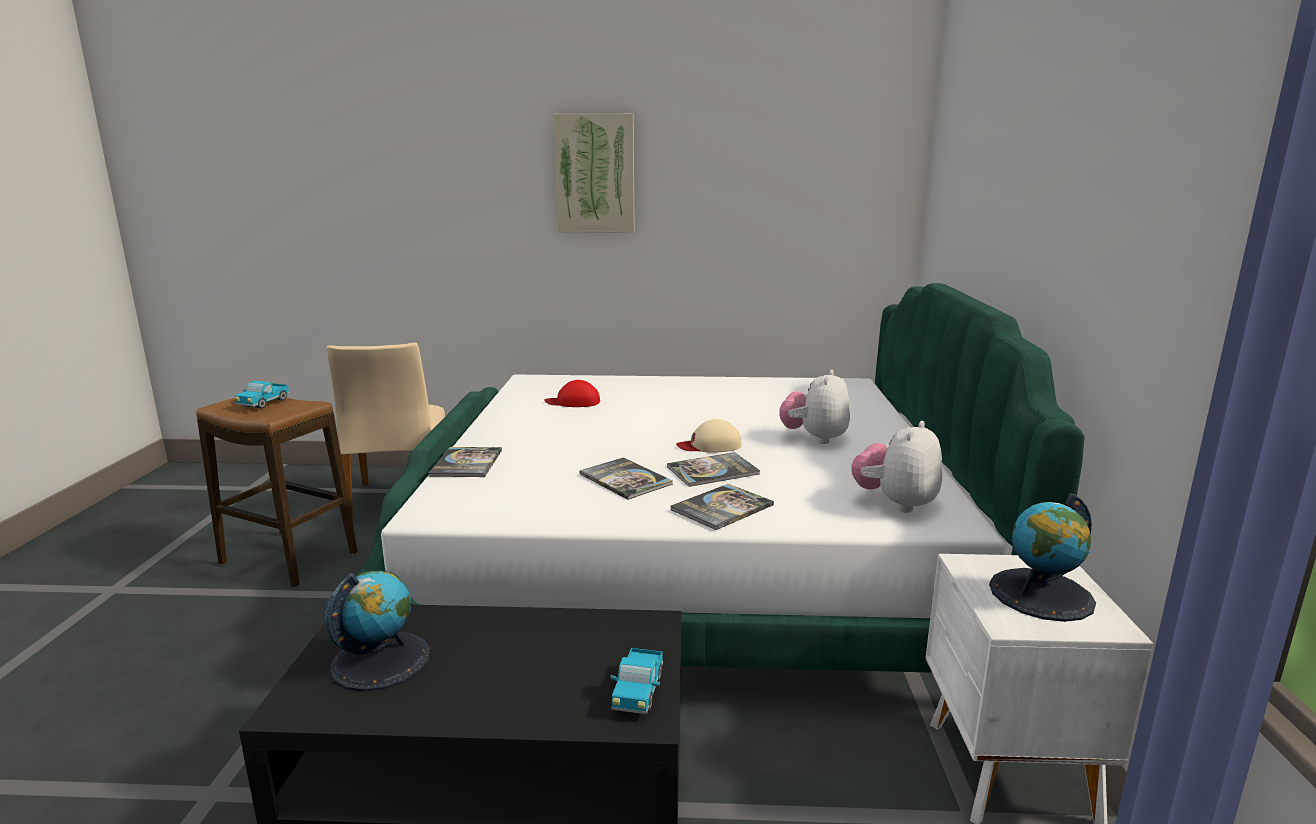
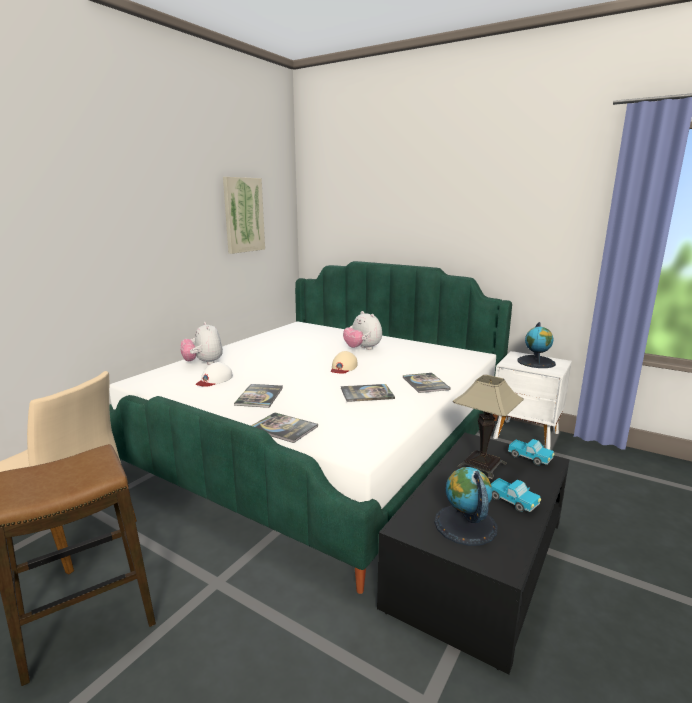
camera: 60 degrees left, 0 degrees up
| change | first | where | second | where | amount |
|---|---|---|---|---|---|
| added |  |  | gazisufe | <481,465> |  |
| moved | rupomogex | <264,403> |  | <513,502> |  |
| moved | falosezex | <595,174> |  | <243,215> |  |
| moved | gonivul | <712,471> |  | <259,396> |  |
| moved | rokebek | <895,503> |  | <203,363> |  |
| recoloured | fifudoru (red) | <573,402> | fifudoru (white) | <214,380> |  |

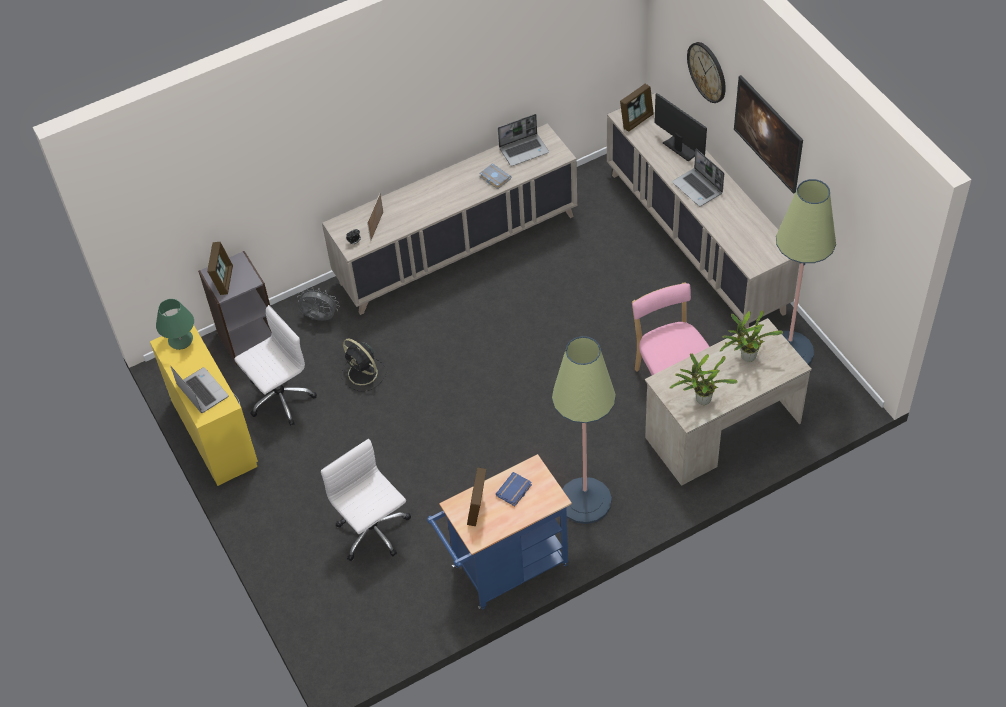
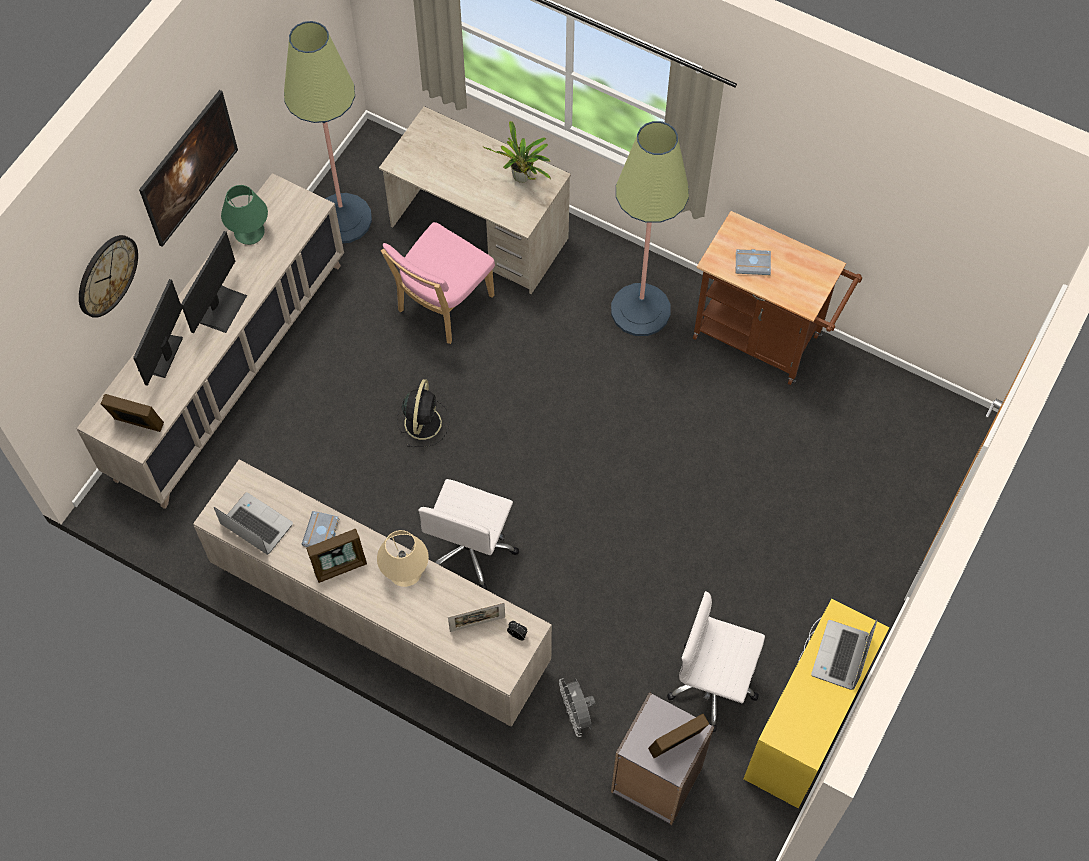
camera: 125 degrees left, 10 degrees up
| change | first | where | second | where | amount |
|---|---|---|---|---|---|
| removed | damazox | <746,357> |  |  |  |
| added |  |  | gazisufe (beige) | <405,572> |  |
| moved | gazisufe (green) | <181,340> |  | <249,232> |  |
| moved | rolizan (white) | <373,532> |  | <471,549> |  |
| moved | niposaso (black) | <364,374> |  | <423,421> |  |
| moved | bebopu | <477,508> |  | <340,566> |  |
| replaced | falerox | <698,188> | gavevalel | <222,308> |  |
| recoloured | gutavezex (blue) | <504,570> | gutavezex (brown) | <764,339> |  |
| recoloured | gonivul (blue) | <514,491> | gonivul (grey) | <753,263> |  |

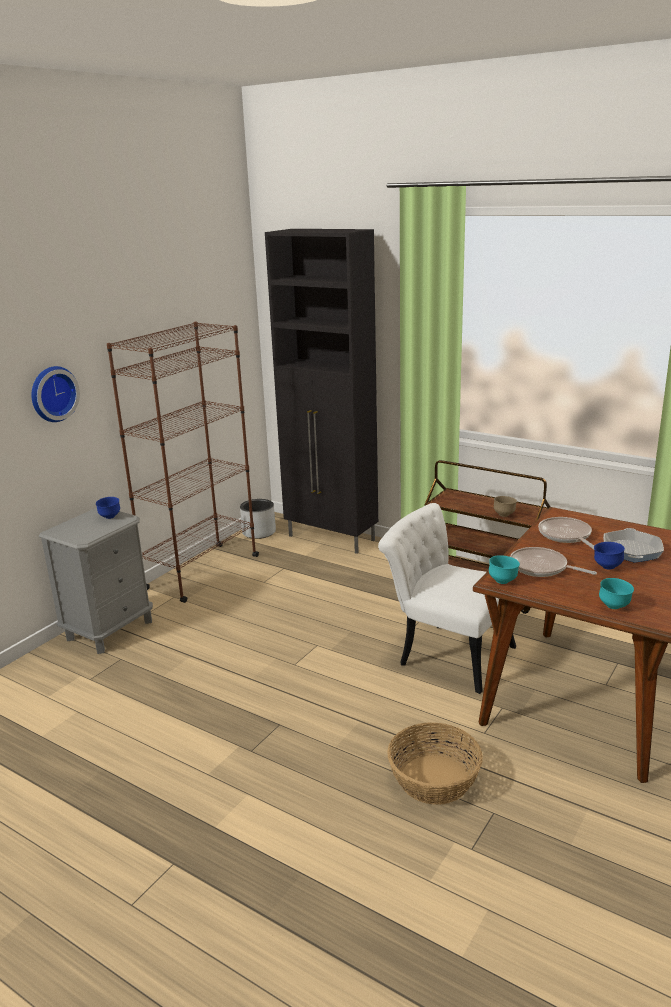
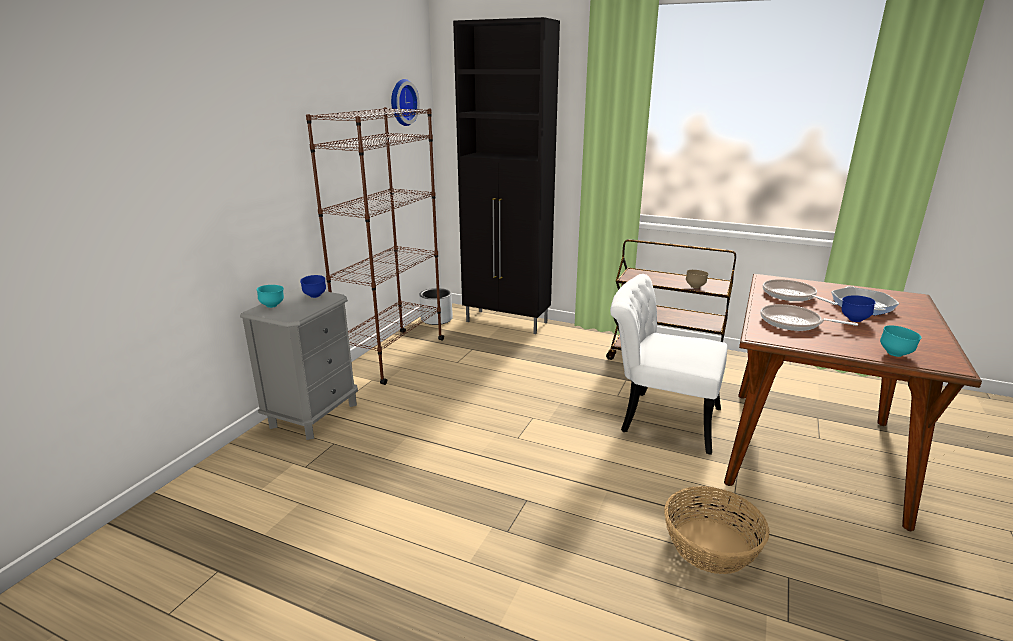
camera: 10 degrees left, 0 degrees up
| change | first | where | second | where | amount |
|---|---|---|---|---|---|
| moved | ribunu | <52,393> |  | <401,102> |  |
| moved | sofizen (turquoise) | <503,581> |  | <272,306> |  |

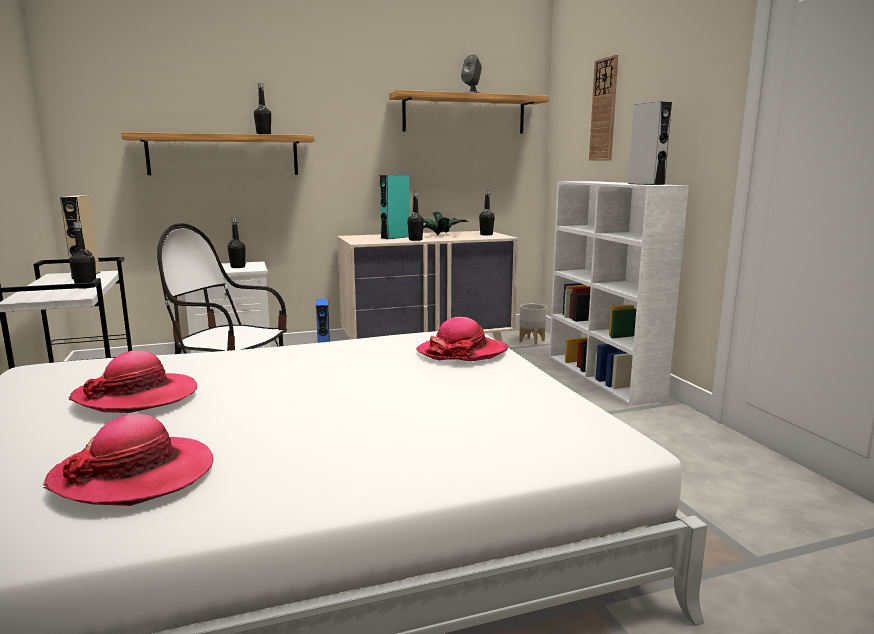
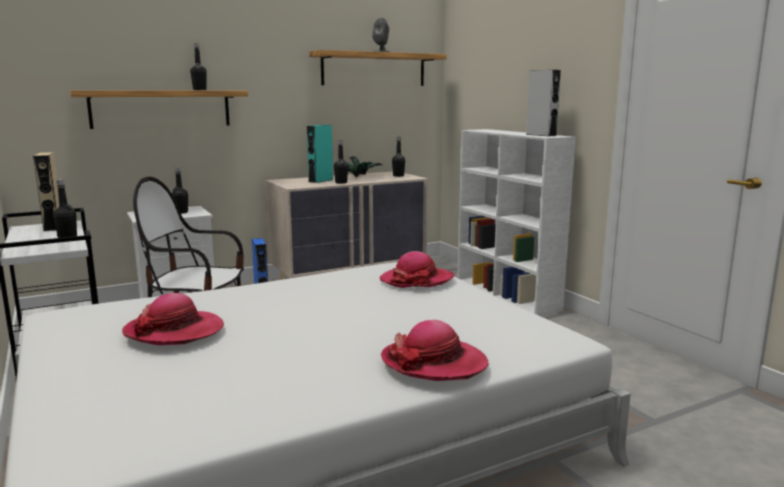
camera: 10 degrees left, 0 degrees up
| change | first | where | second | where | amount |
|---|---|---|---|---|---|
| removed | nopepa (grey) | <532,341> |  |  |  |
| removed | ribunu | <604,110> |  |  |  |
| moved | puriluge | <135,475> |  | <434,363> |  |

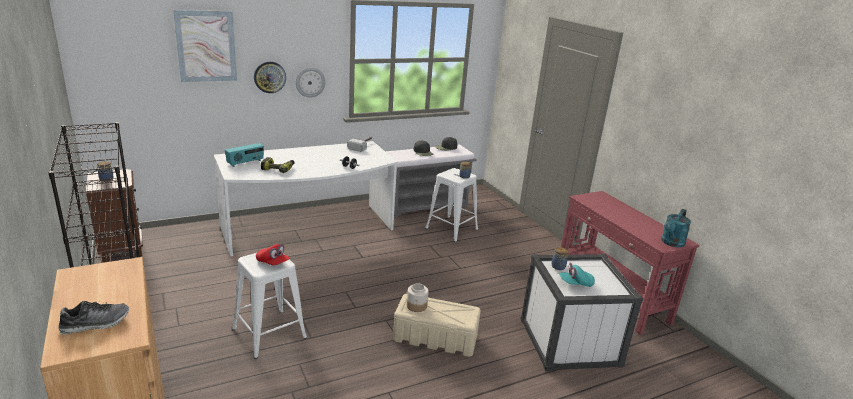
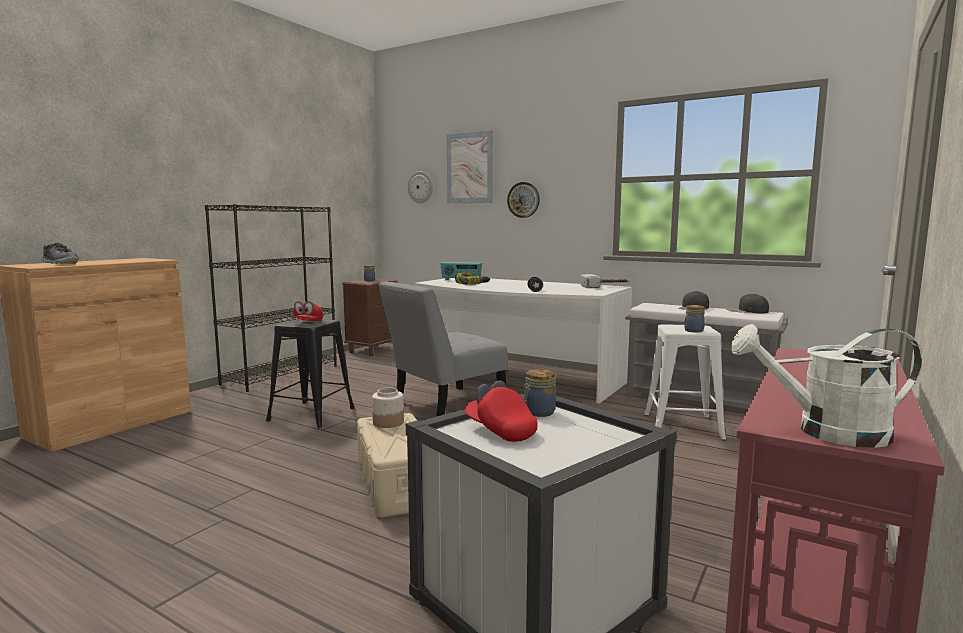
camera: 60 degrees right, 15 degrees down
| change | first | where | second | where | amount |
|---|---|---|---|---|---|
| added |  |  | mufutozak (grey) | <444,405> |  |
| moved | ribunu | <310,82> |  | <420,187> |  |
| recoloured | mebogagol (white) | <269,333> | mebogagol (black) | <311,414> |  |
| recoloured | fifudoru (turquoise) | <575,283> | fifudoru (red) | <500,431> |  |
| recoloured | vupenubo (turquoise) | <671,243> | vupenubo (white) | <826,432> |  |

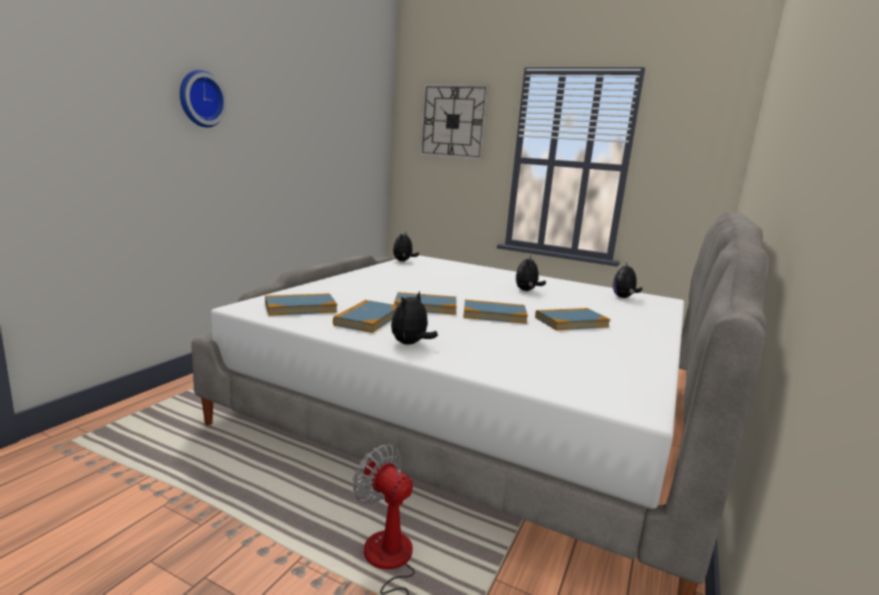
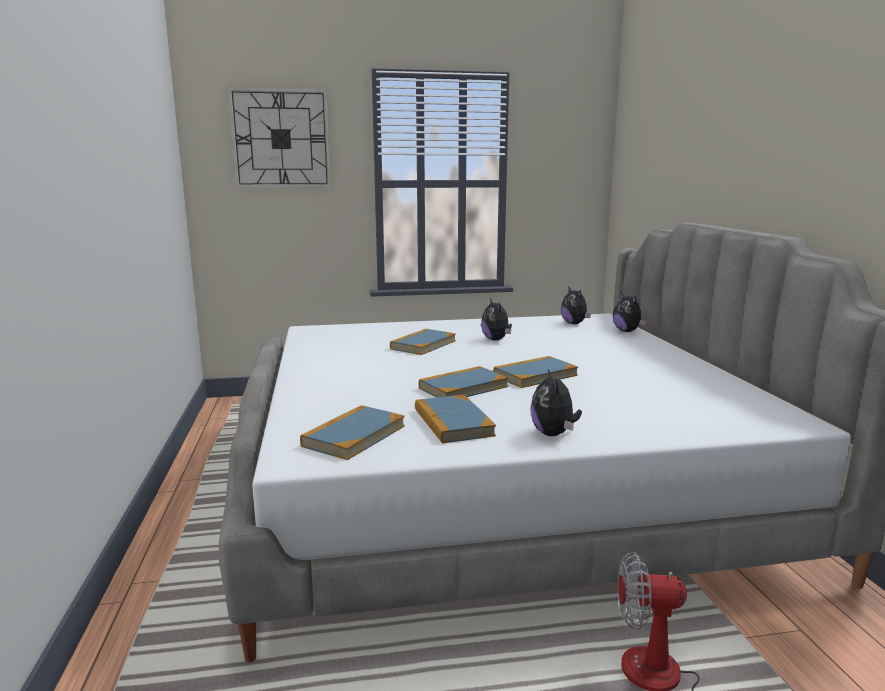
camera: 35 degrees left, 0 degrees up
| change | first | where | second | where | amount |
|---|---|---|---|---|---|
| removed | ribunu | <200,99> |  |  |  |
| moved | rokebek | <403,261> |  | <627,331> |  |
| moved | gonivul | <571,322> |  | <423,345> |  |

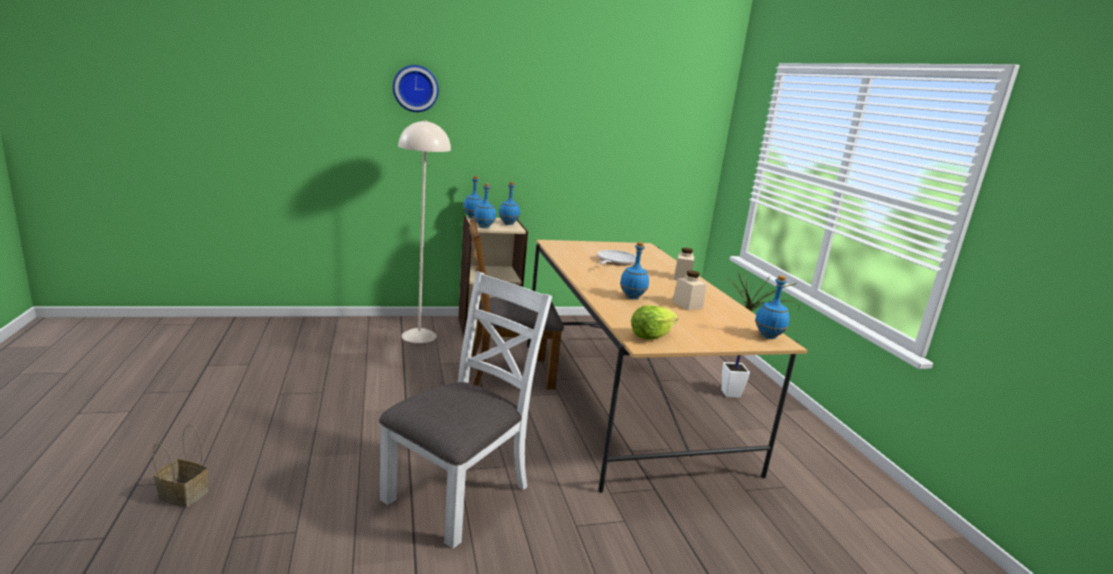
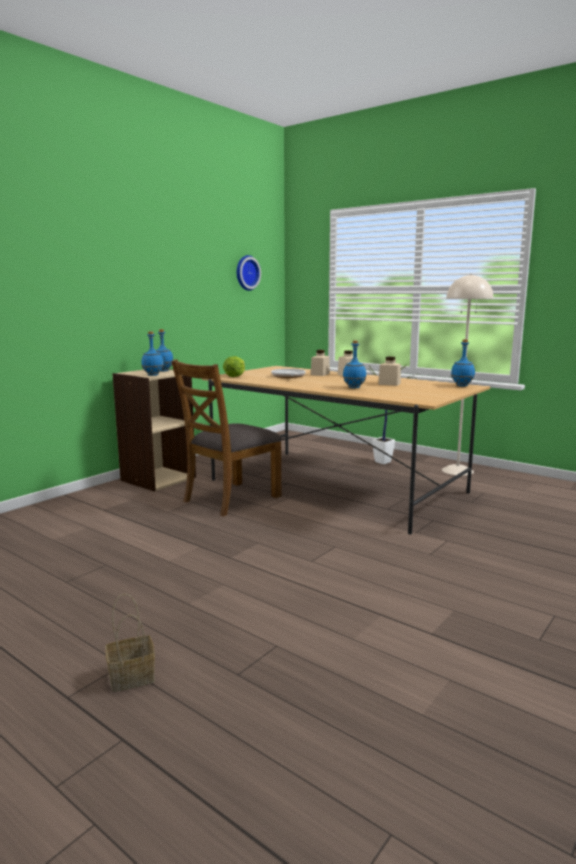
camera: 35 degrees left, 5 degrees down
| change | first | where | second | where | amount |
|---|---|---|---|---|---|
| removed | mufutozak (white) | <459,493> |  |  |  |
| removed | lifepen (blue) | <473,217> |  |  |  |
| added |  |  | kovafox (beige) | <320,374> |  |
| moved | ribunu | <415,88> |  | <246,273> |  |
| moved | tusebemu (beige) | <419,336> |  | <457,470> |  |
| moved | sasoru | <650,336> |  | <235,376> |  |

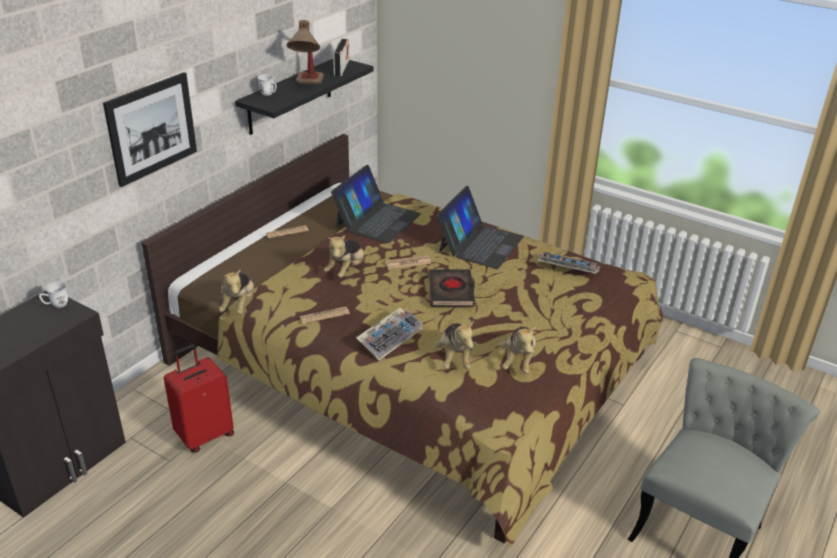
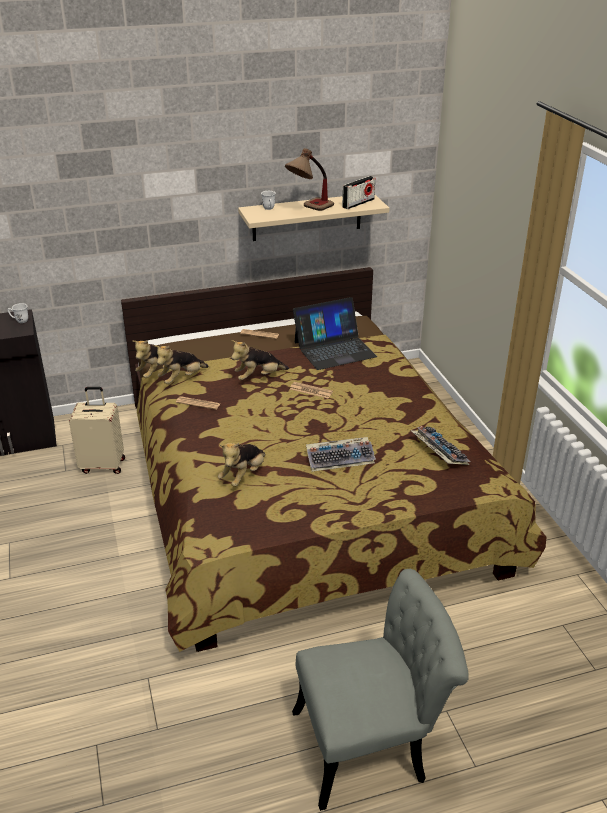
camera: 40 degrees right, 0 degrees up
| change | first | where | second | where | amount |
|---|---|---|---|---|---|
| removed | falosezex | <151,128> |  |  |  |
| removed | gonivul (black) | <451,292> |  |  |  |
| removed | falerox | <480,244> |  |  |  |
| moved | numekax | <390,337> |  | <340,458> |  |
| moved | rokebek | <518,361> |  | <182,379> |  |
| recoloured | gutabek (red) | <204,435> | gutabek (beige) | <103,465> |  |
| recoloured | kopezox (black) | <290,96> | kopezox (beige) | <307,217> |  |

